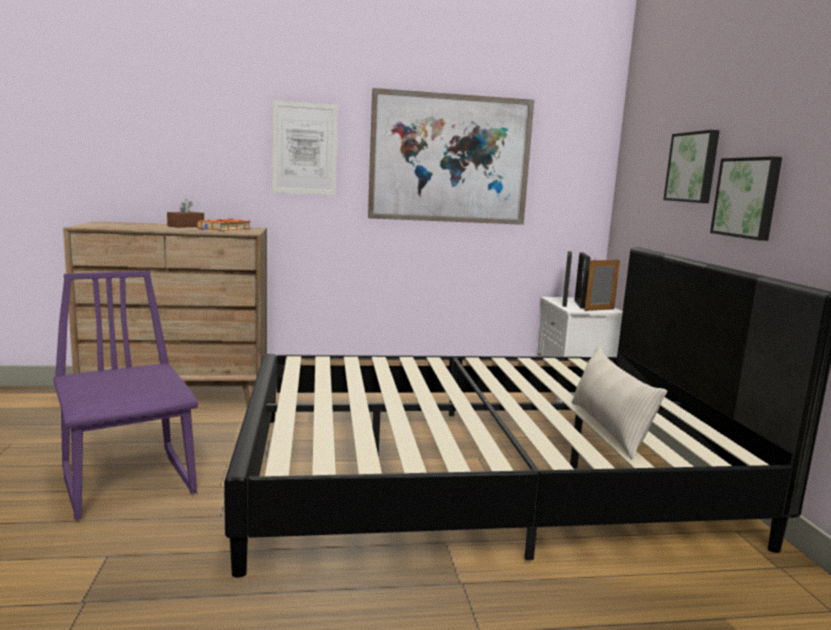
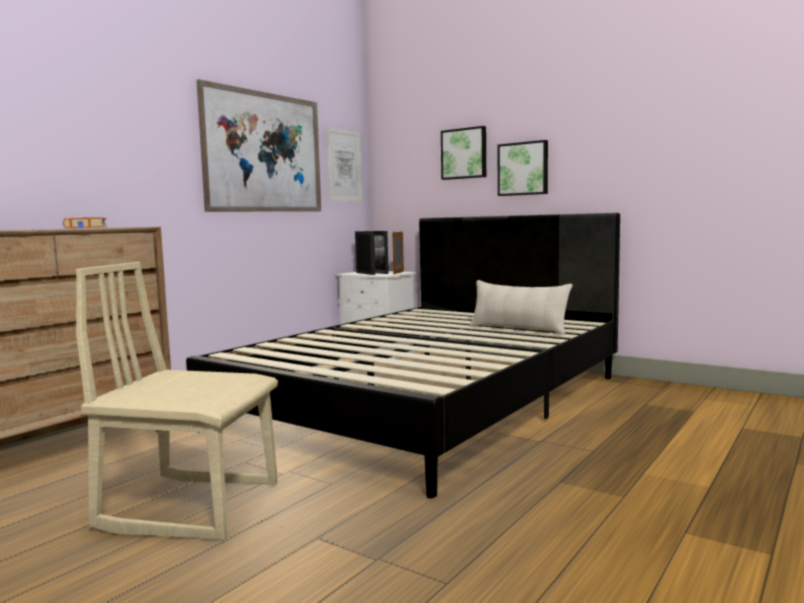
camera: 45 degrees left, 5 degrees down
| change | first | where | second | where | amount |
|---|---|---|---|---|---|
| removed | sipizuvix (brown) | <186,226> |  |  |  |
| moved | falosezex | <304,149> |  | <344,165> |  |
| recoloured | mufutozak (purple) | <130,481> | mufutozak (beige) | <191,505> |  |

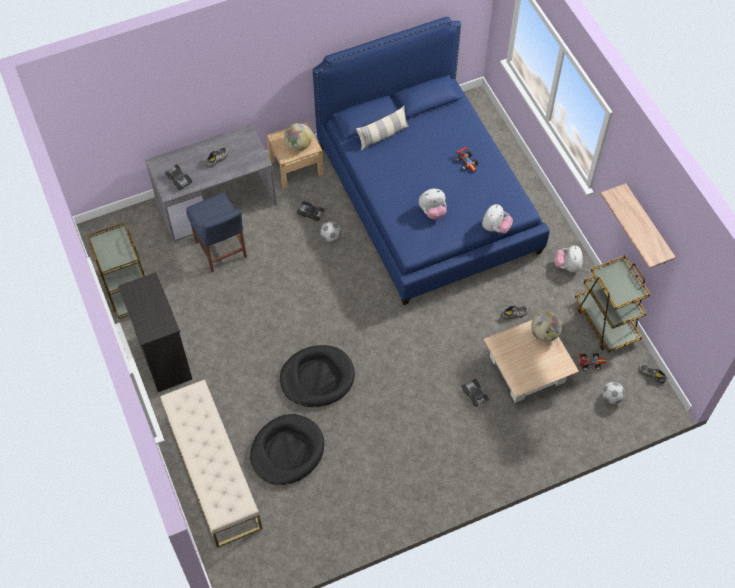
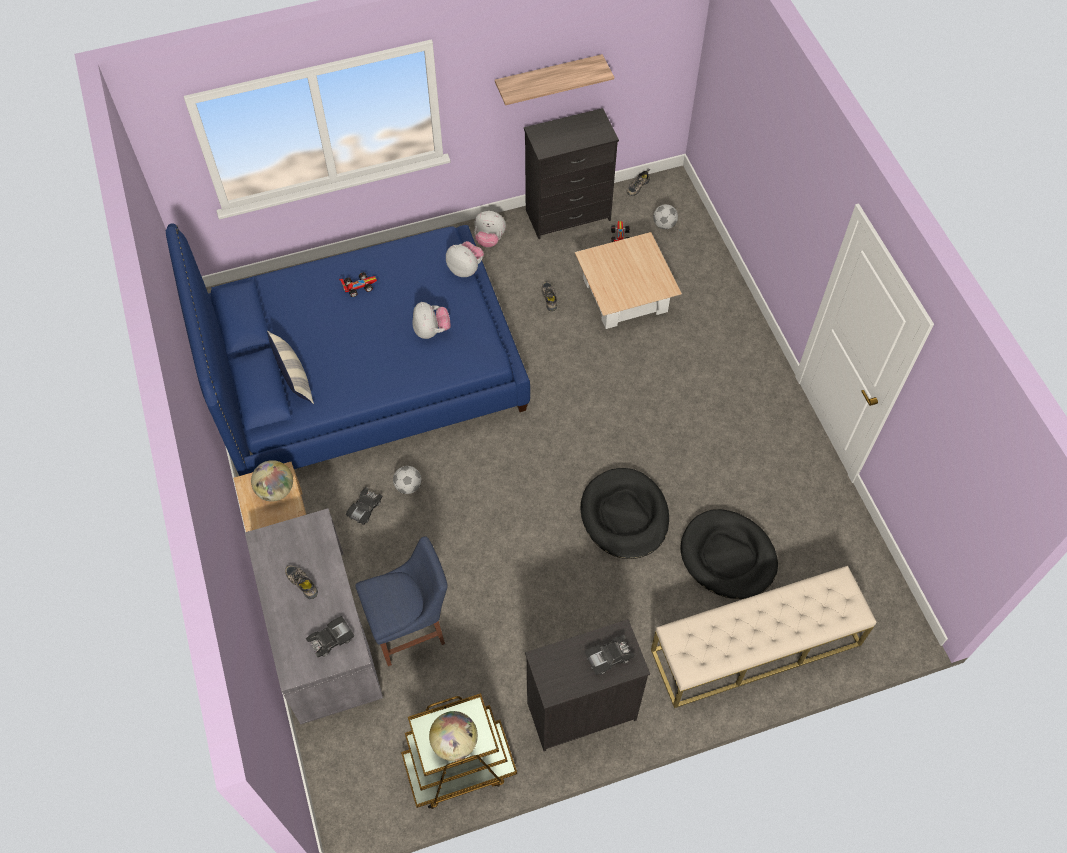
camera: 85 degrees left, 0 degrees up
| change | first | where | second | where | amount |
|---|---|---|---|---|---|
| moved | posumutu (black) | <474,395> |  | <608,657> |  |
| moved | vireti | <544,334> |  | <455,742> |  |
| replaced | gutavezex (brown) | <606,322> | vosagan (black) | <569,215> |  |

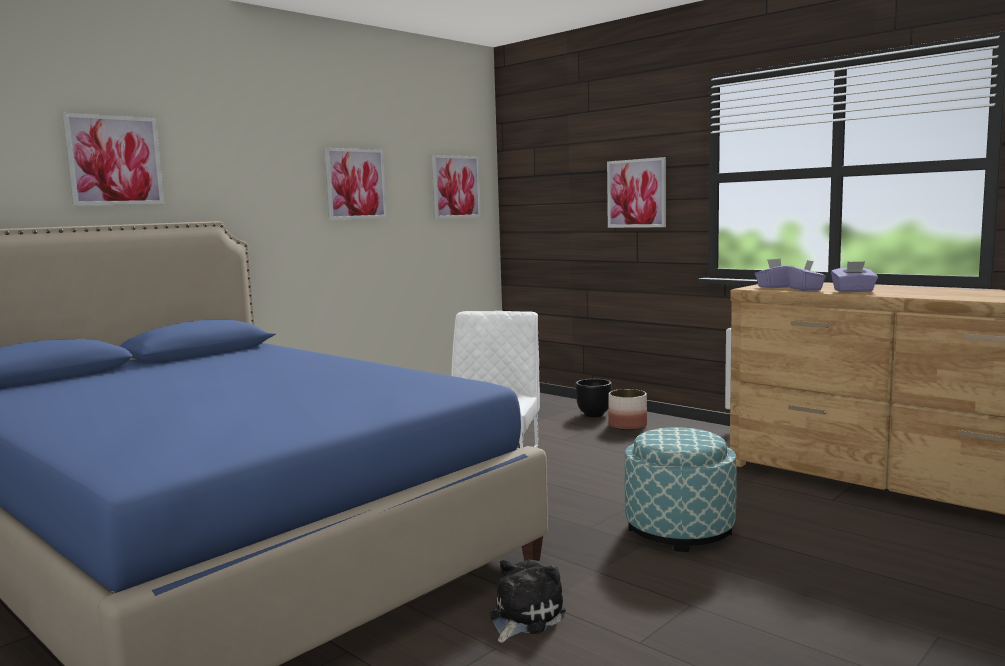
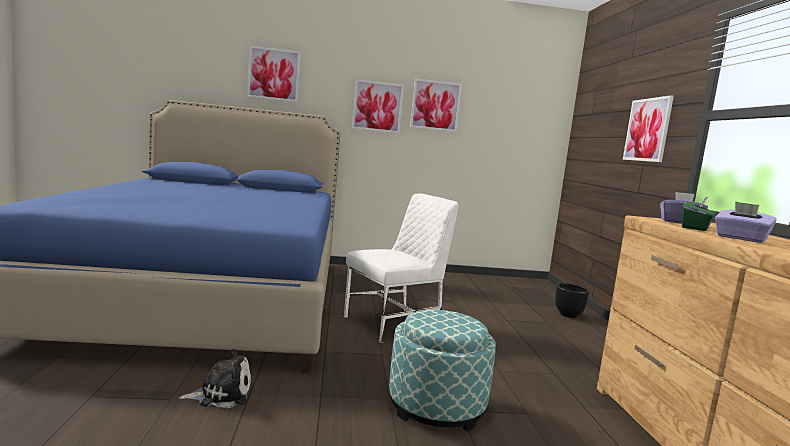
camera: 40 degrees right, 0 degrees up
| change | first | where | second | where | amount |
|---|---|---|---|---|---|
| removed | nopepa | <628,426> |  |  |  |
| moved | falosezex | <456,187> |  | <377,106> |  |
| recoloured | sipizuvix (purple) | <805,289> | sipizuvix (green) | <695,228> |  |

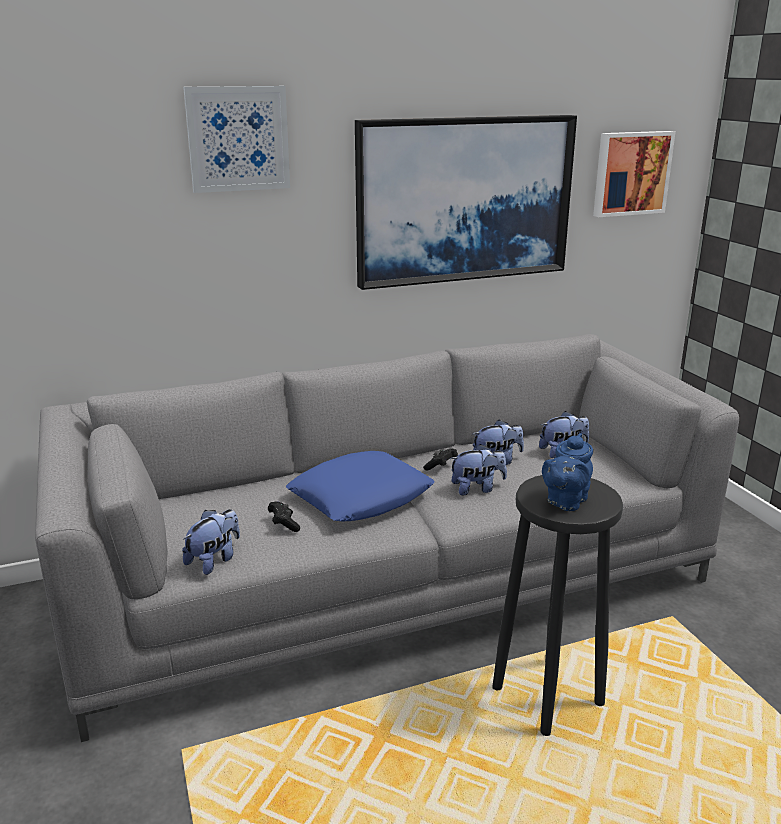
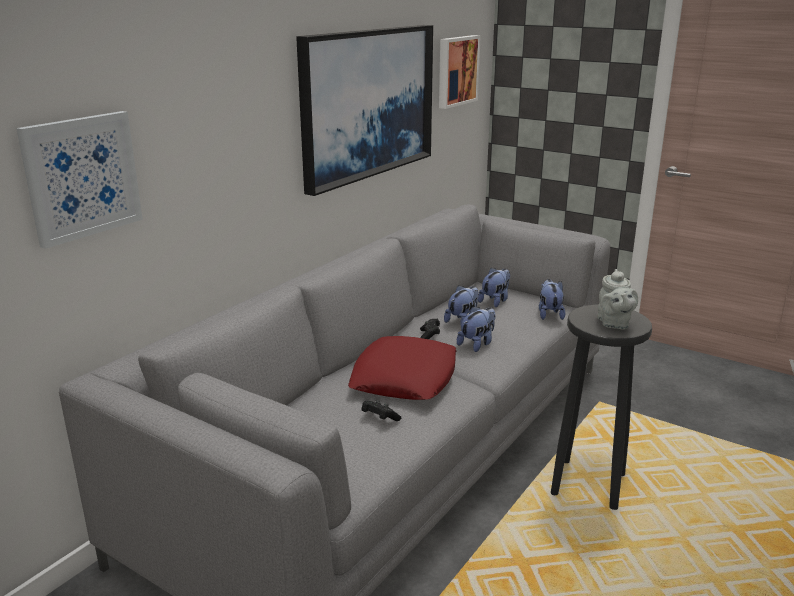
camera: 35 degrees left, 0 degrees up
| change | first | where | second | where | amount |
|---|---|---|---|---|---|
| moved | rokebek | <214,560> |  | <549,314> |  |
| moved | falosezex | <238,139> |  | <82,177> |  |
| recoloured | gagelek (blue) | <361,496> | gagelek (red) | <404,377> |  |
| recoloured | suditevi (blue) | <565,501> | suditevi (grey) | <613,324> |  |

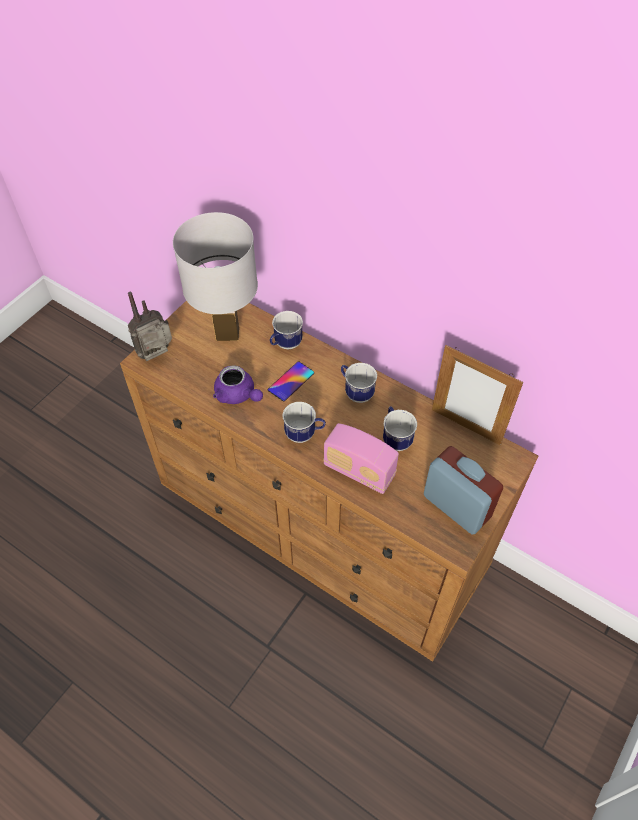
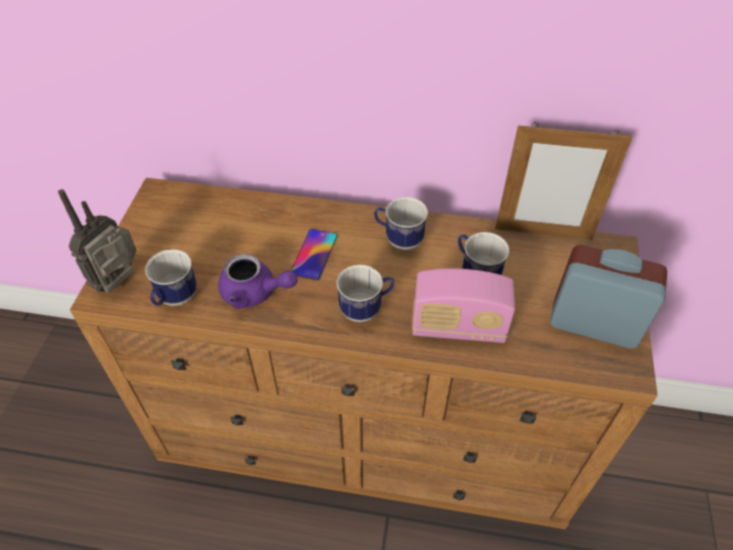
camera: 25 degrees left, 5 degrees down
| change | first | where | second | where | amount |
|---|---|---|---|---|---|
| removed | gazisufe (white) | <227,335> |  |  |  |
| moved | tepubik | <285,344> |  | <175,299> |  |

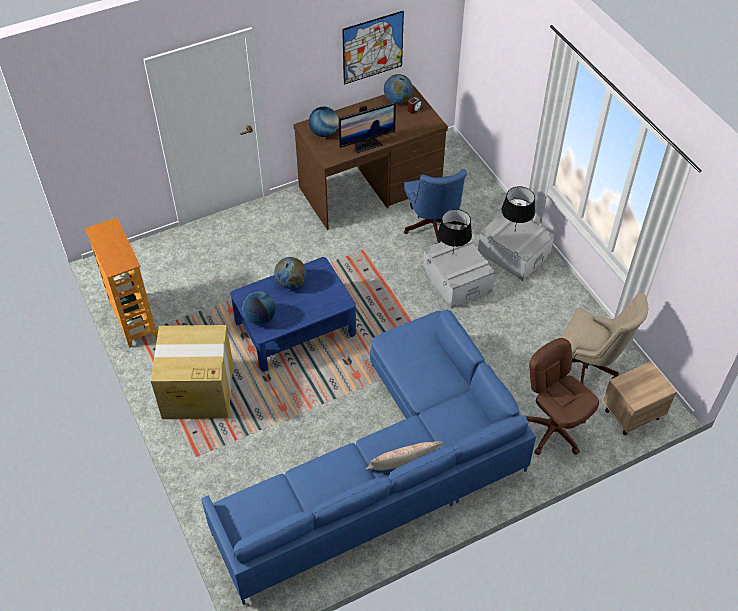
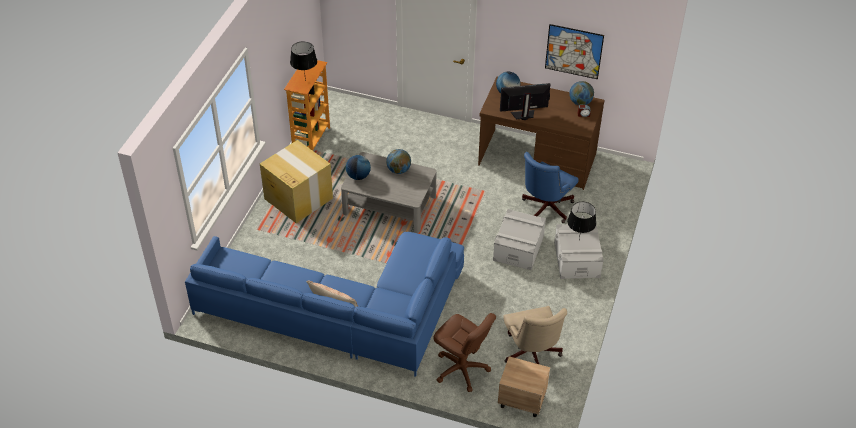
camera: 45 degrees right, 5 degrees down
| change | first | where | second | where | amount |
|---|---|---|---|---|---|
| moved | gazisufe (black) | <453,254> |  | <305,80> |  |
| recoloured | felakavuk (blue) | <295,328> | felakavuk (grey) | <389,205> |  |
| turned | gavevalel | <366,144> |  | <523,115> | 150 degrees clockwise |
| turned | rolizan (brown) | <553,430> |  | <461,369> | 120 degrees clockwise |

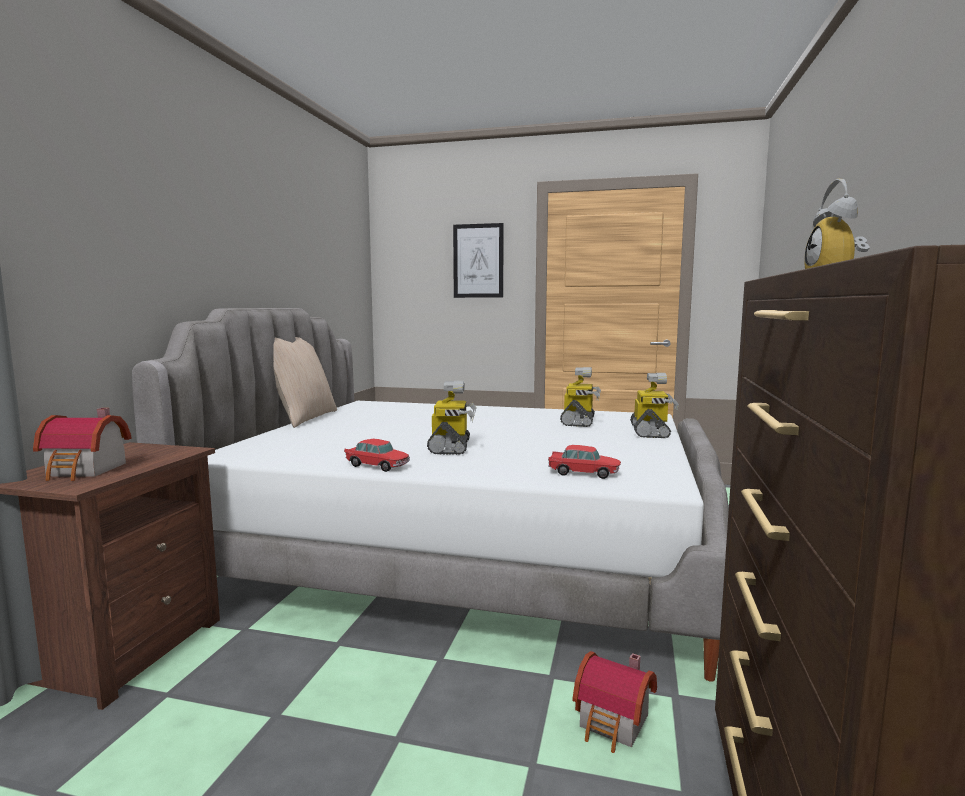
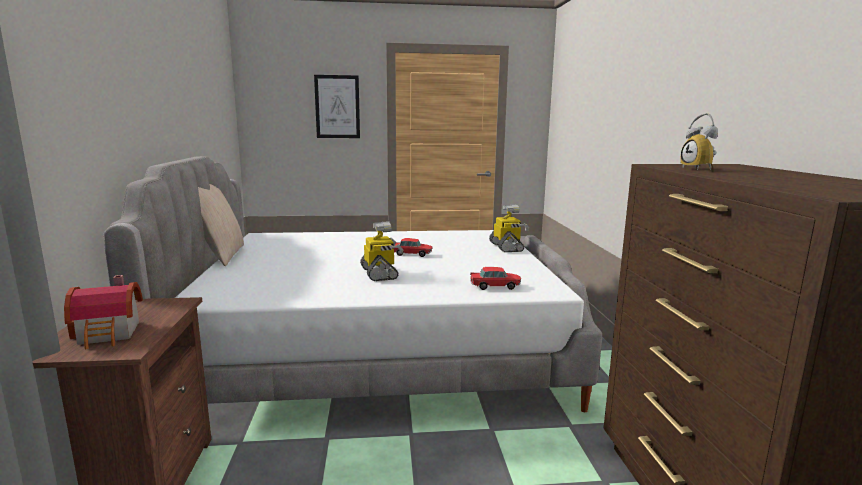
camera: 20 degrees left, 5 degrees up
| change | first | where | second | where | amount |
|---|---|---|---|---|---|
| removed | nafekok | <579,422> |  |  |  |
| removed | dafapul | <614,724> |  |  |  |
| moved | posumutu | <377,466> |  | <412,254> |  |

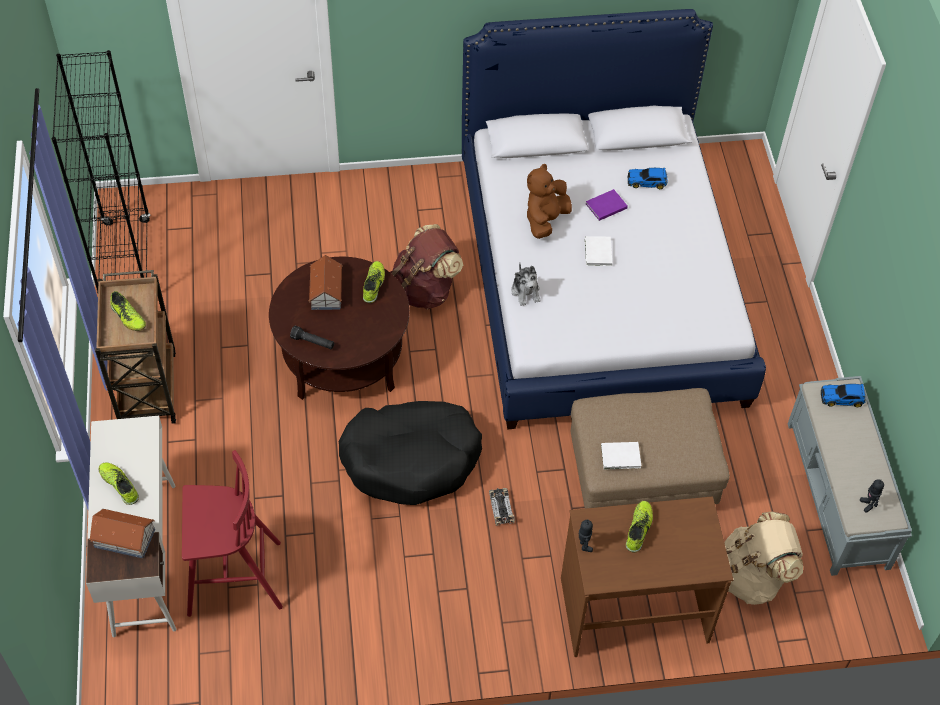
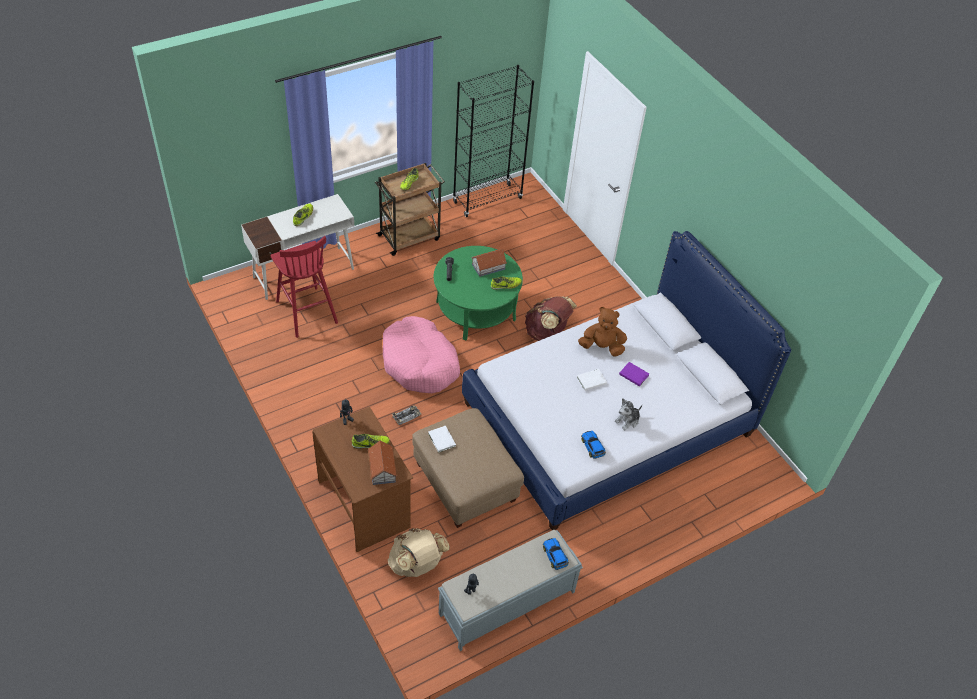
camera: 65 degrees right, 5 degrees down
| change | first | where | second | where | amount |
|---|---|---|---|---|---|
| moved | dafapul | <124,537> |  | <382,468> |  |
| moved | rokebek | <526,291> |  | <627,420> |  |
| moved | posumutu | <647,181> |  | <592,447> |  |
| recoloured | felakavuk (brown) | <342,356> | felakavuk (green) | <475,310> |  |
| recoloured | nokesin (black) | <411,459> | nokesin (pink) | <420,363> |  |

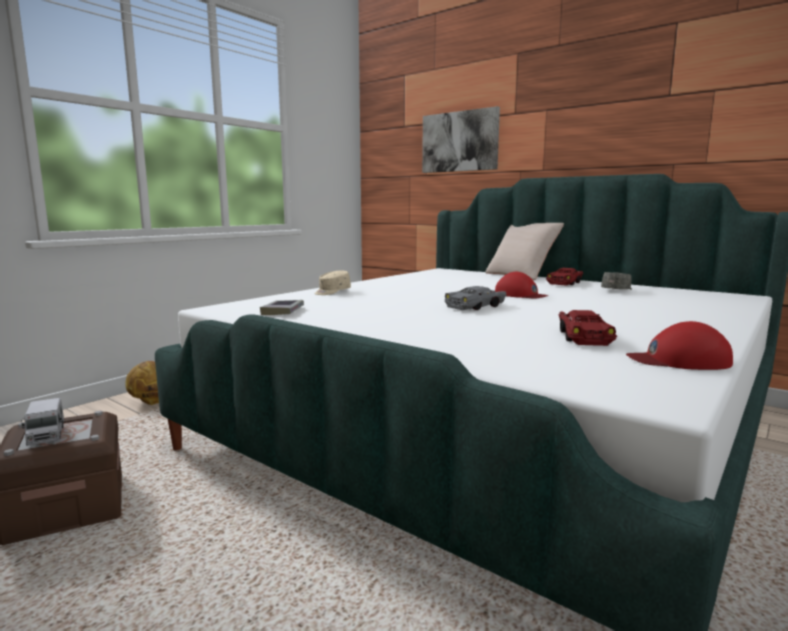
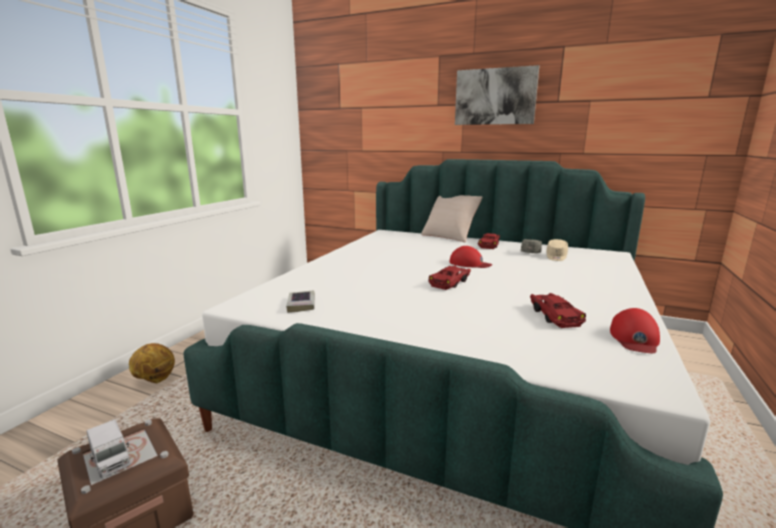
camera: 15 degrees left, 5 degrees up
| change | first | where | second | where | amount |
|---|---|---|---|---|---|
| moved | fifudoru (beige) | <332,292> |  | <556,256> |  |
| moved | falosezex | <460,141> |  | <495,97> |  |
| recoloured | posumutu (grey) | <476,306> | posumutu (red) | <450,283> |  |
| turned | fifudoru (red) | <679,360> |  | <634,338> | 60 degrees counterclockwise |

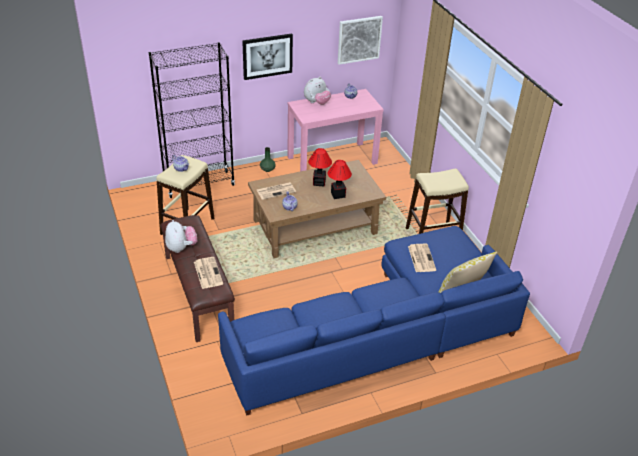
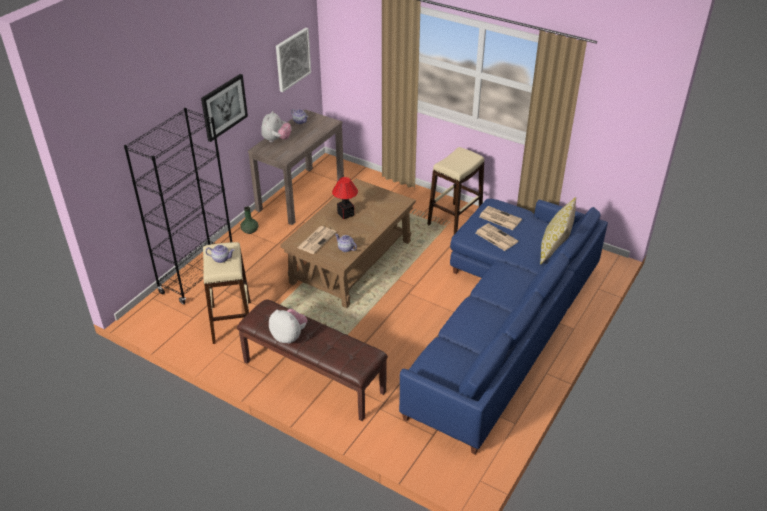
camera: 35 degrees left, 0 degrees up
| change | first | where | second | where | amount |
|---|---|---|---|---|---|
| removed | gazisufe | <338,194> |  |  |  |
| moved | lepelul | <207,272> |  | <499,218> |  |
| recoloured | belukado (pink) | <332,160> | belukado (brown) | <301,194> |  |

